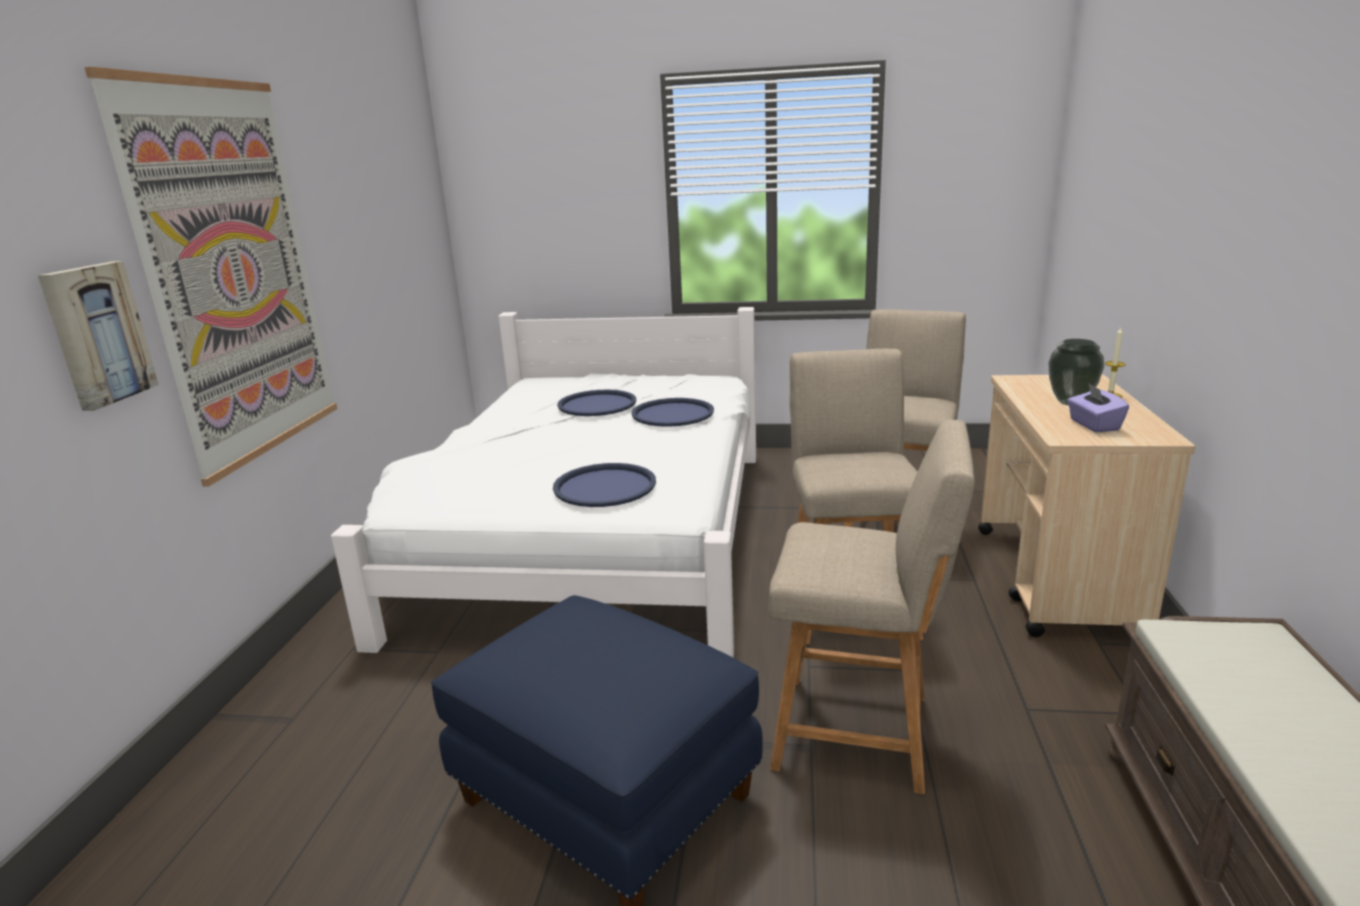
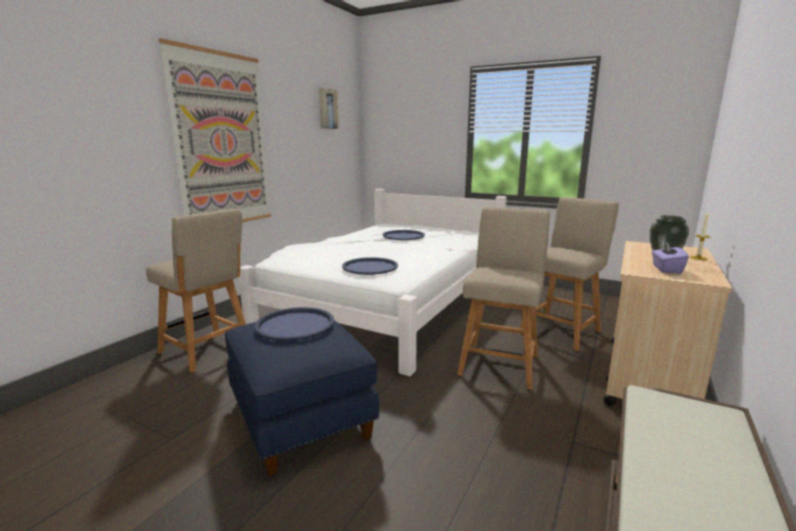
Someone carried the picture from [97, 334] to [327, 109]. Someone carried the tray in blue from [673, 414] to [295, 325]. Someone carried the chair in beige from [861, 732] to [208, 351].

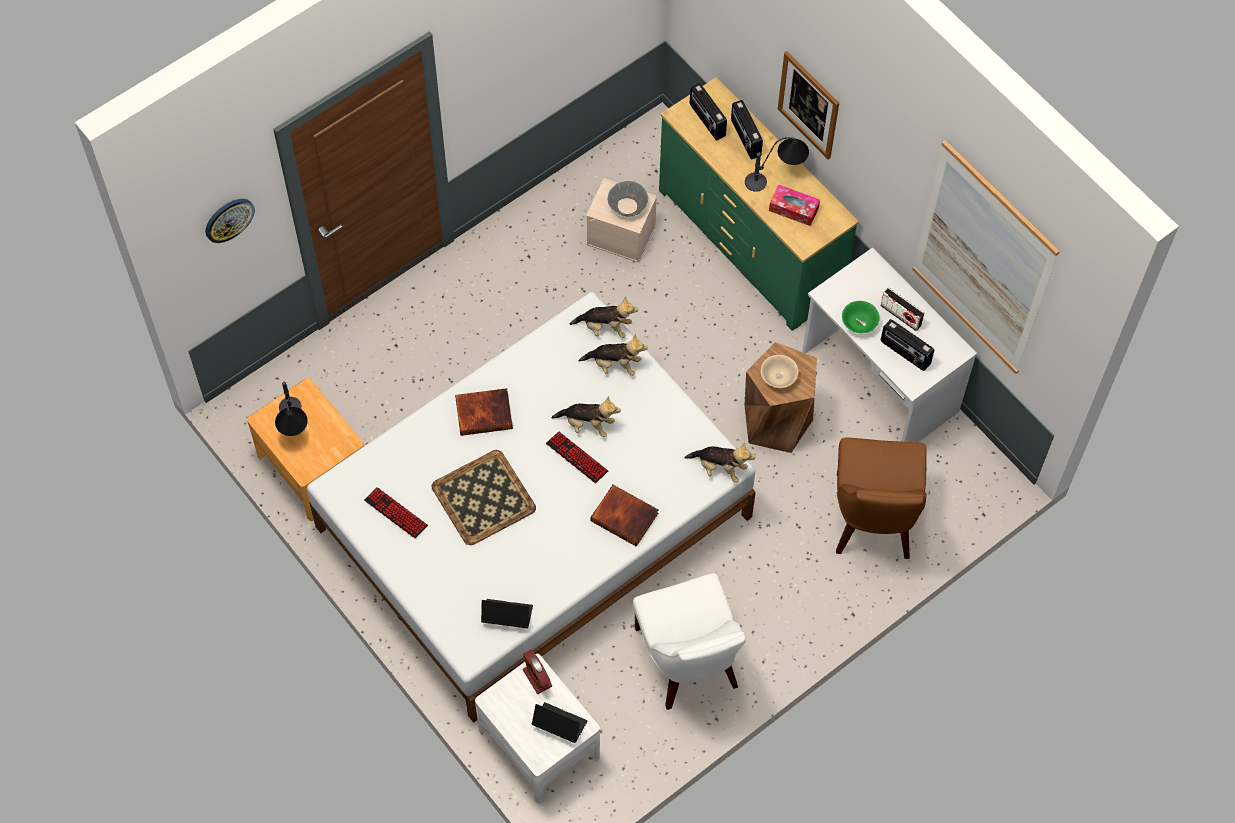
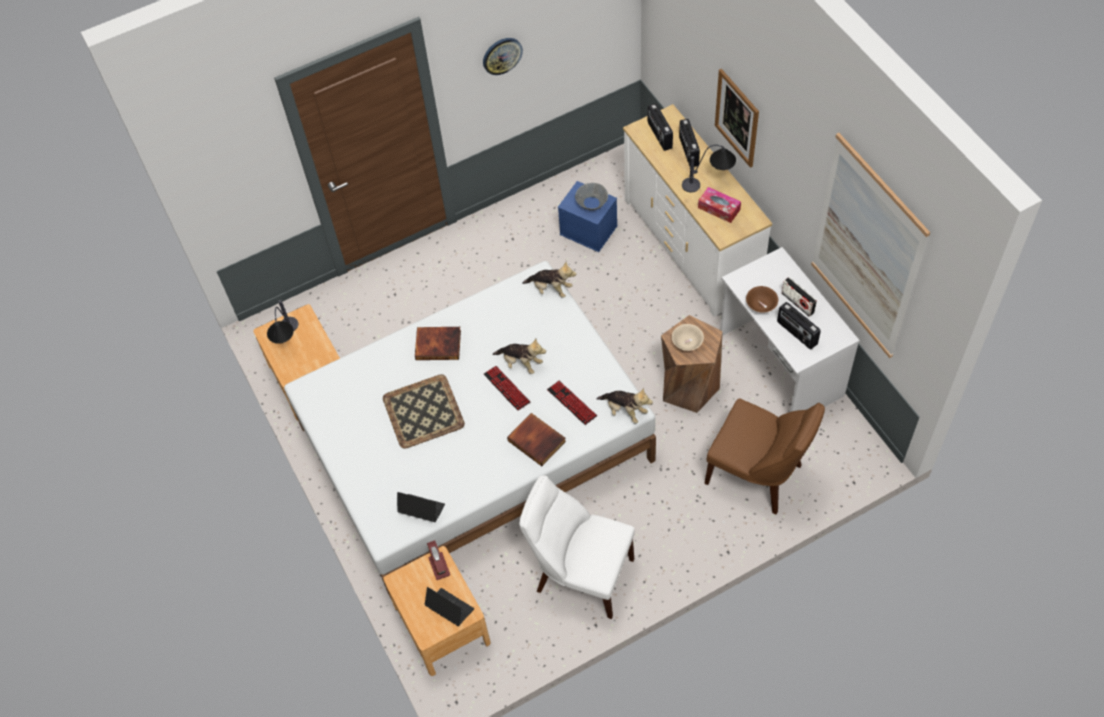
Someone took away the plush toy at [614, 365]. Someone carried the wall clock from [228, 219] to [502, 55]. Someone carried the keyboard from [396, 513] to [572, 403]. Someone repainted the nightstand in white at [539, 742], which became the nightstand in brown at [442, 624]. Someone repainted the storage box in beige at [622, 234], which became the storage box in blue at [589, 230]. Someone repainted the dresser in green at [750, 241], which became the dresser in white at [691, 245]. Someone repainted the bowl in green at [859, 324], which became the bowl in brown at [761, 306]. Someone rotated the chair in white at [688, 662] by 120 degrees clockwise. Someone rotated the chair in brown at [873, 520] by 75 degrees counterclockwise.

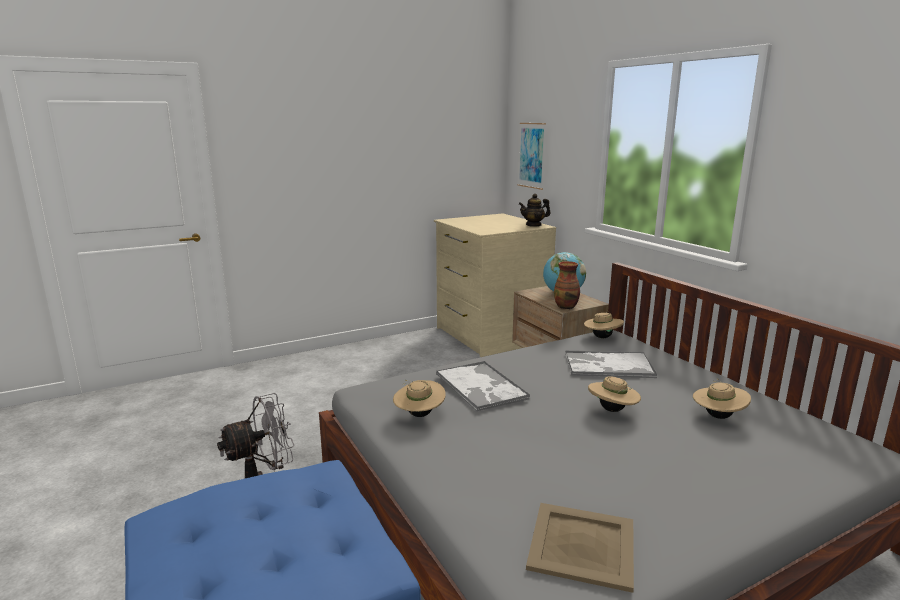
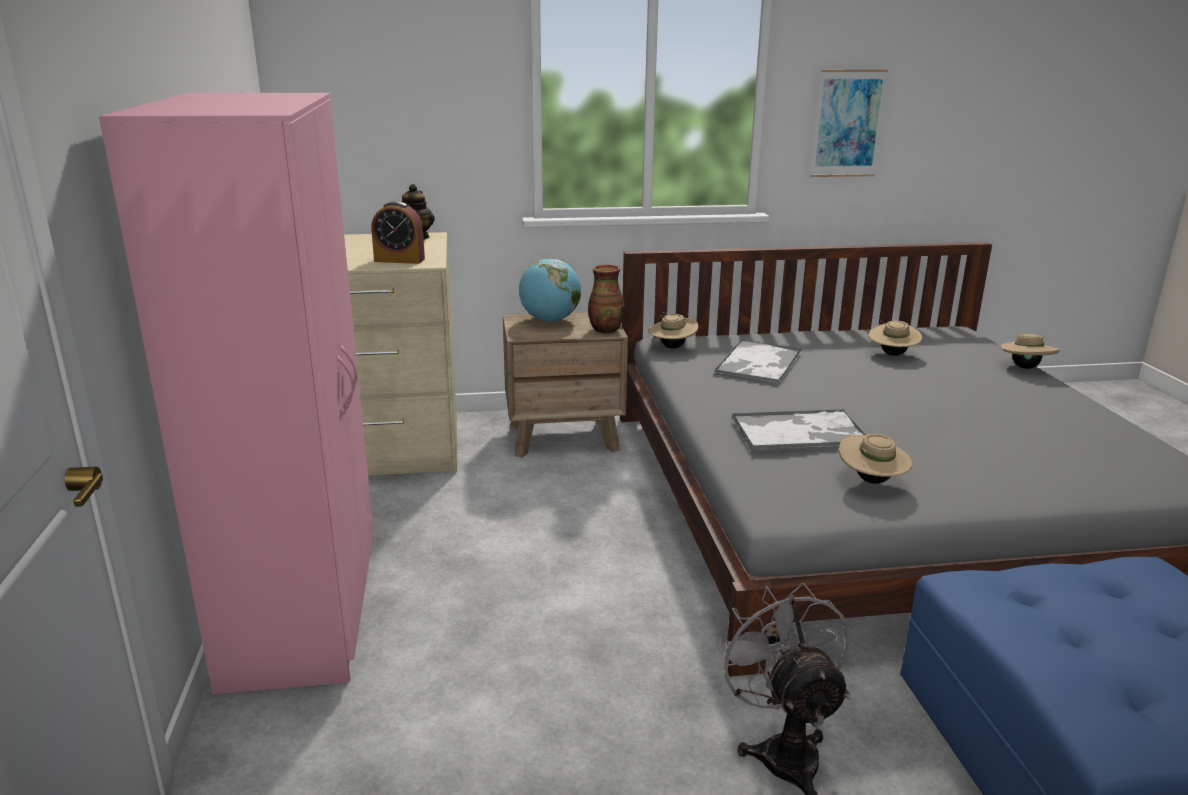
Someone took away the tray in beige at [583, 546]. Someone put down the wardrobe in pink at [305, 612]. Someone put down the alarm clock at [399, 260]. Someone carried the picture from [531, 155] to [848, 124]. Someone carried the hat in beige from [612, 410] to [1025, 367].

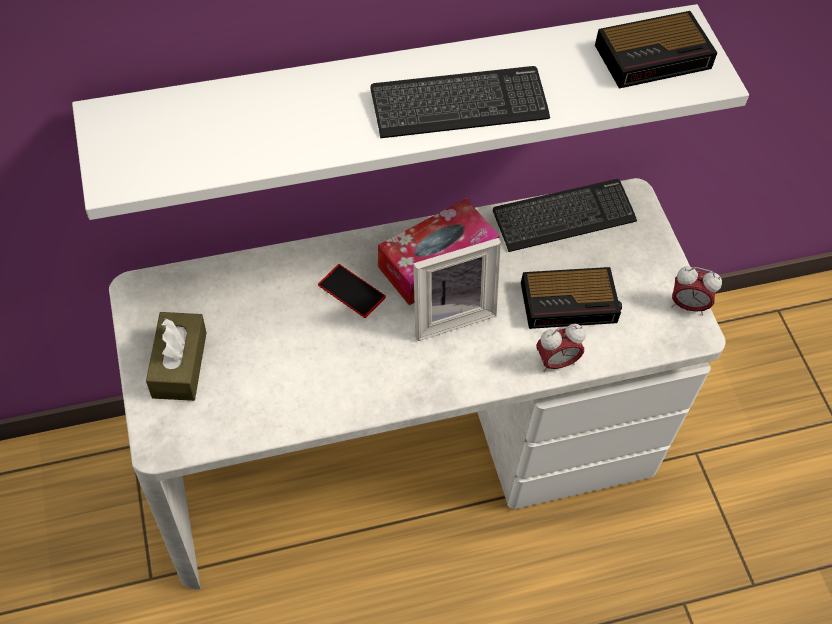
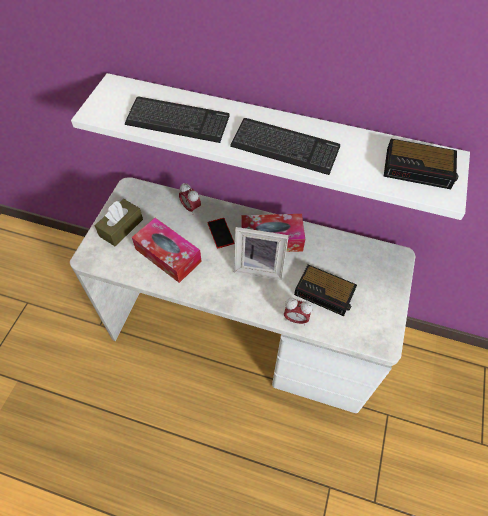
Someone put down the tissue box at [168, 255]. Someone carried the keyboard from [563, 217] to [177, 121]. Someone carried the alarm clock from [687, 305] to [191, 208].

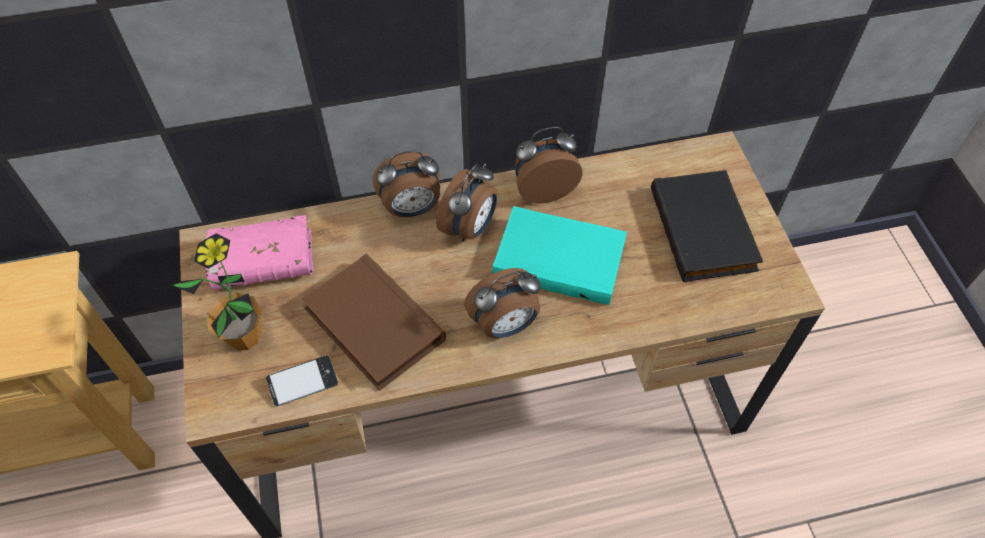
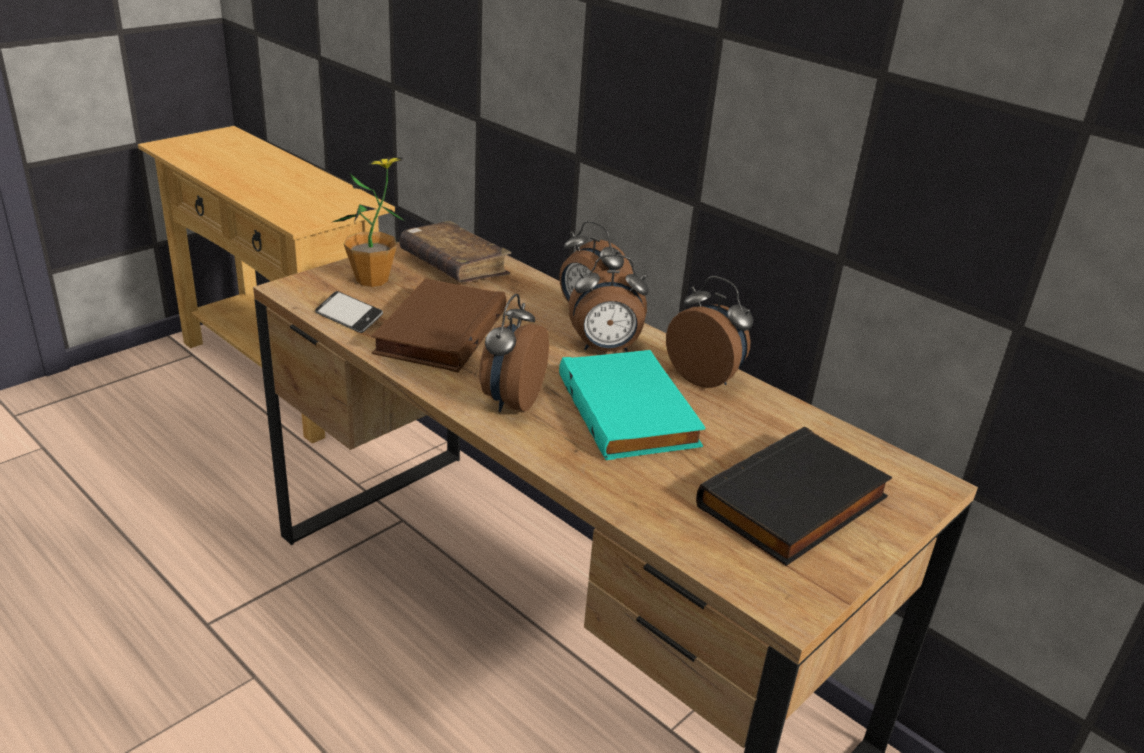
Someone repainted the book in pink at [263, 262], which became the book in brown at [454, 266]. Someone rotated the alarm clock at [505, 325] by 75 degrees clockwise.

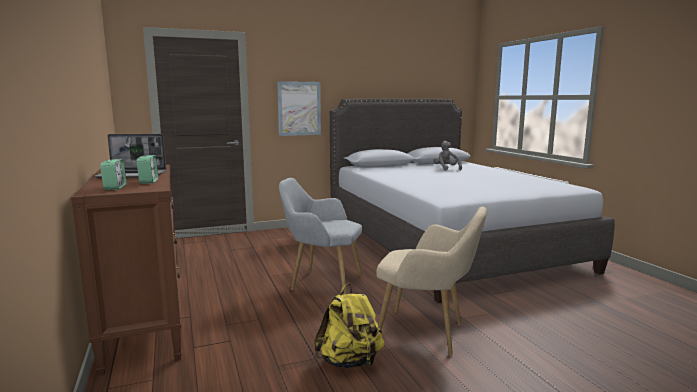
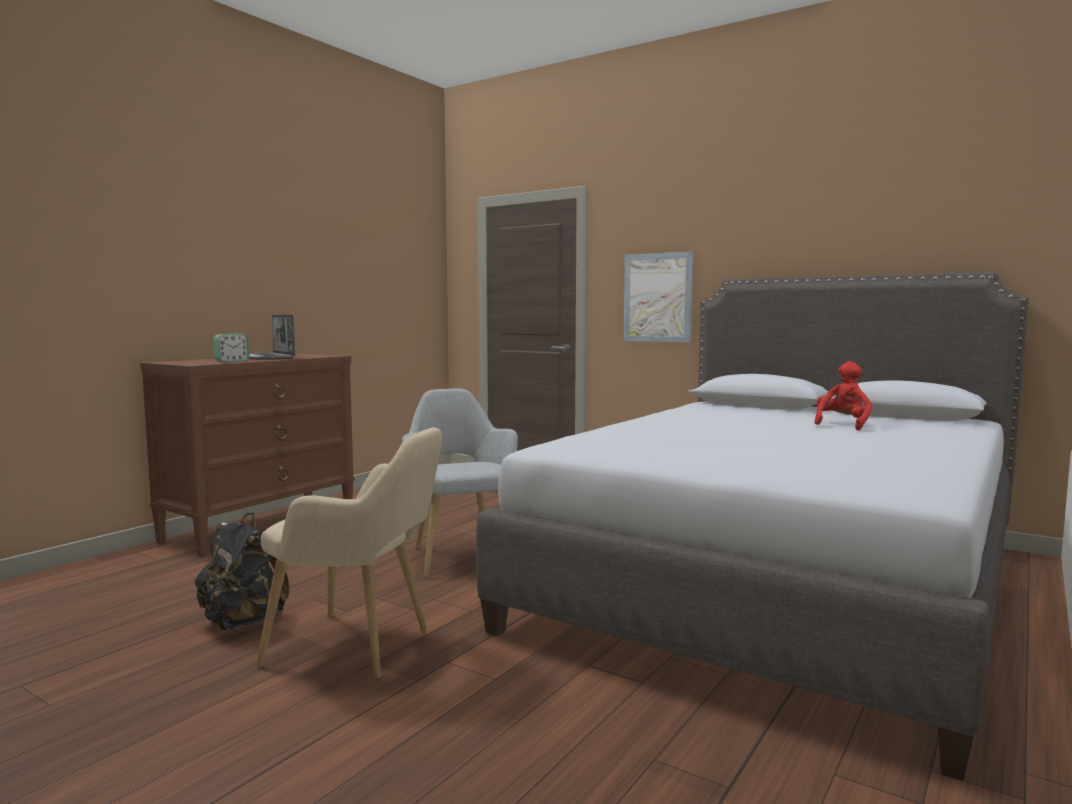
Someone took away the alarm clock at [115, 187]. Someone repainted the backpack in yellow at [349, 362], which became the backpack in black at [242, 623]. Someone repainted the plush toy in grey at [446, 169], which became the plush toy in red at [842, 425]. Someone rotated the armchair in beige at [426, 335] by 60 degrees counterclockwise.

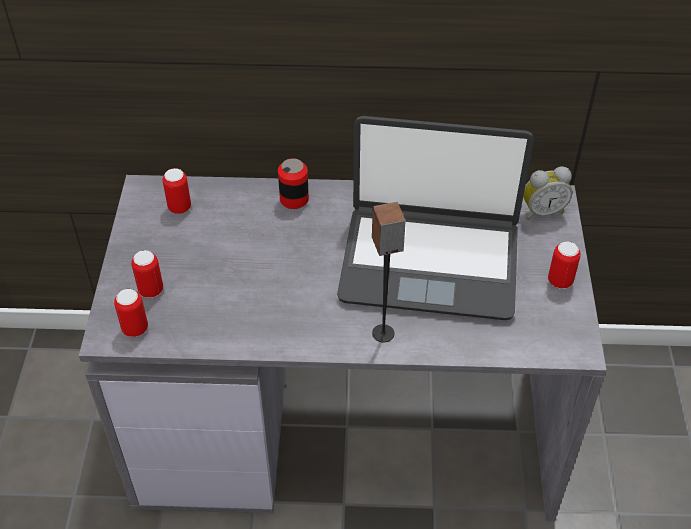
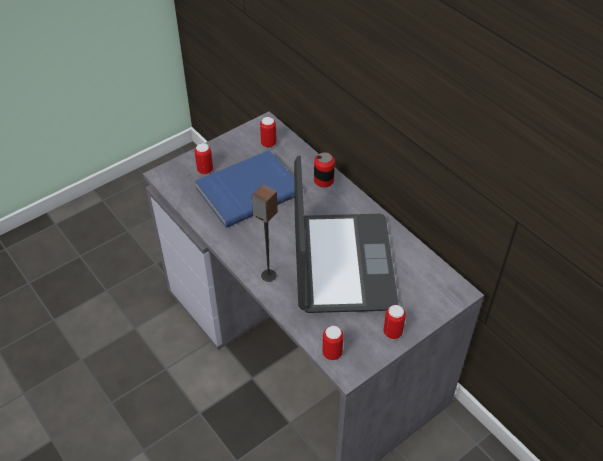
Someone took away the alarm clock at [542, 211]. Someone put down the book in blue at [248, 190]. Someone carried the can from [135, 329] to [332, 353]. Someone rotated the laptop at [430, 261] by 150 degrees counterclockwise.

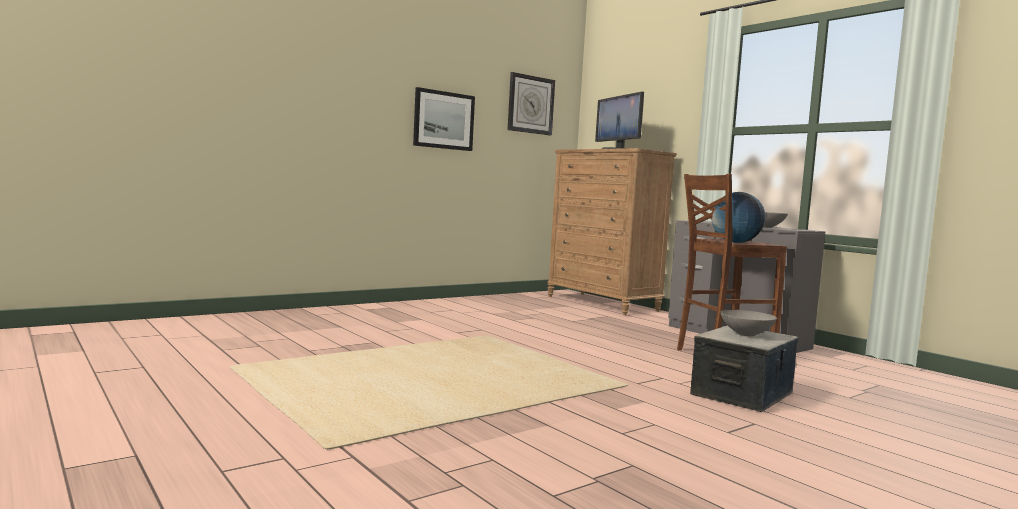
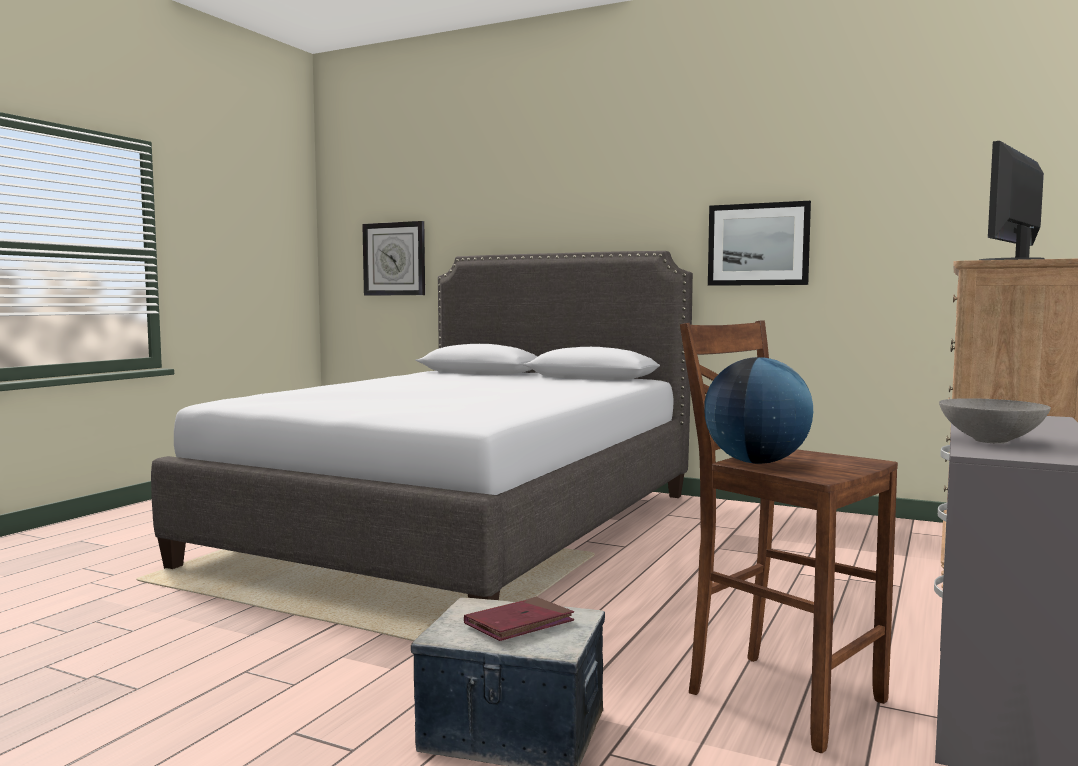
Someone put down the bed in grey at [462, 526]. Someone carried the wall clock from [530, 104] to [394, 259]. Someone swapped the bowl in grey at [747, 334] for the book in red at [519, 624].

